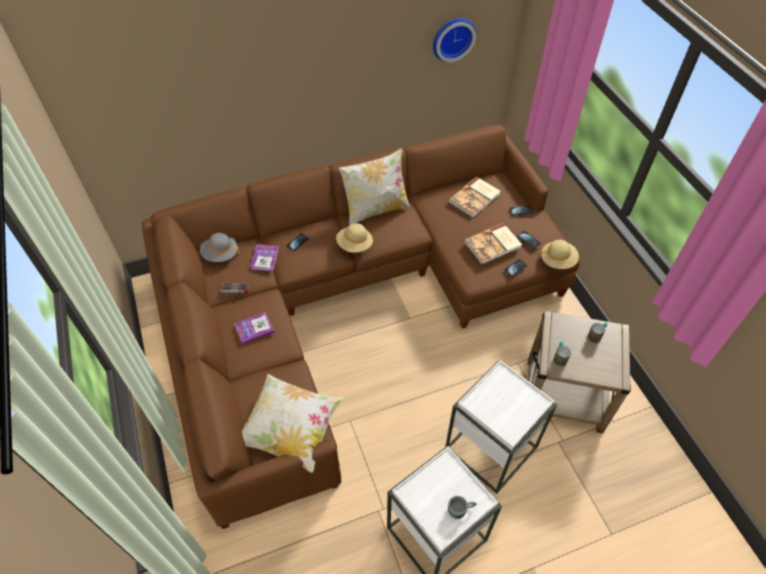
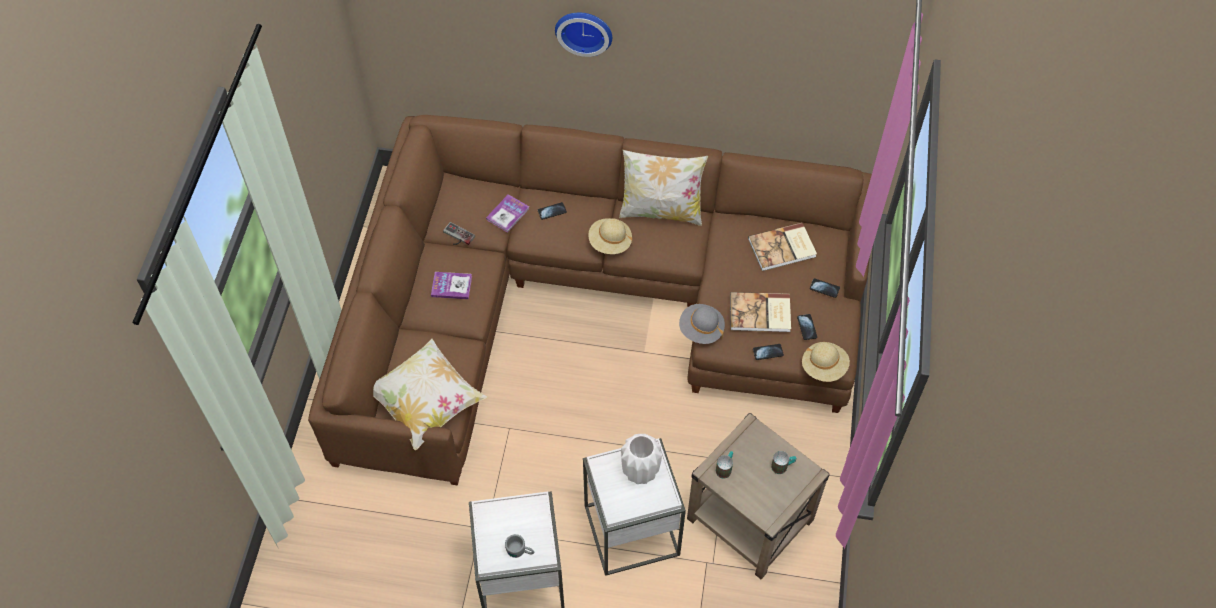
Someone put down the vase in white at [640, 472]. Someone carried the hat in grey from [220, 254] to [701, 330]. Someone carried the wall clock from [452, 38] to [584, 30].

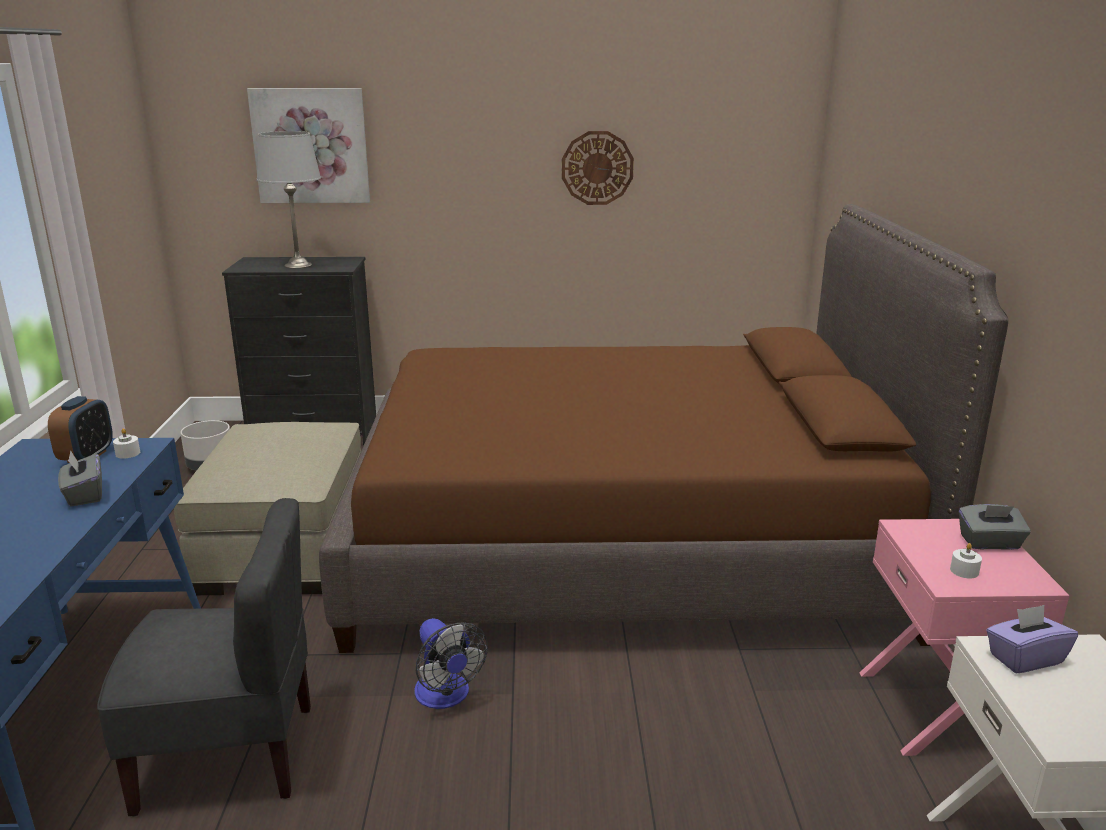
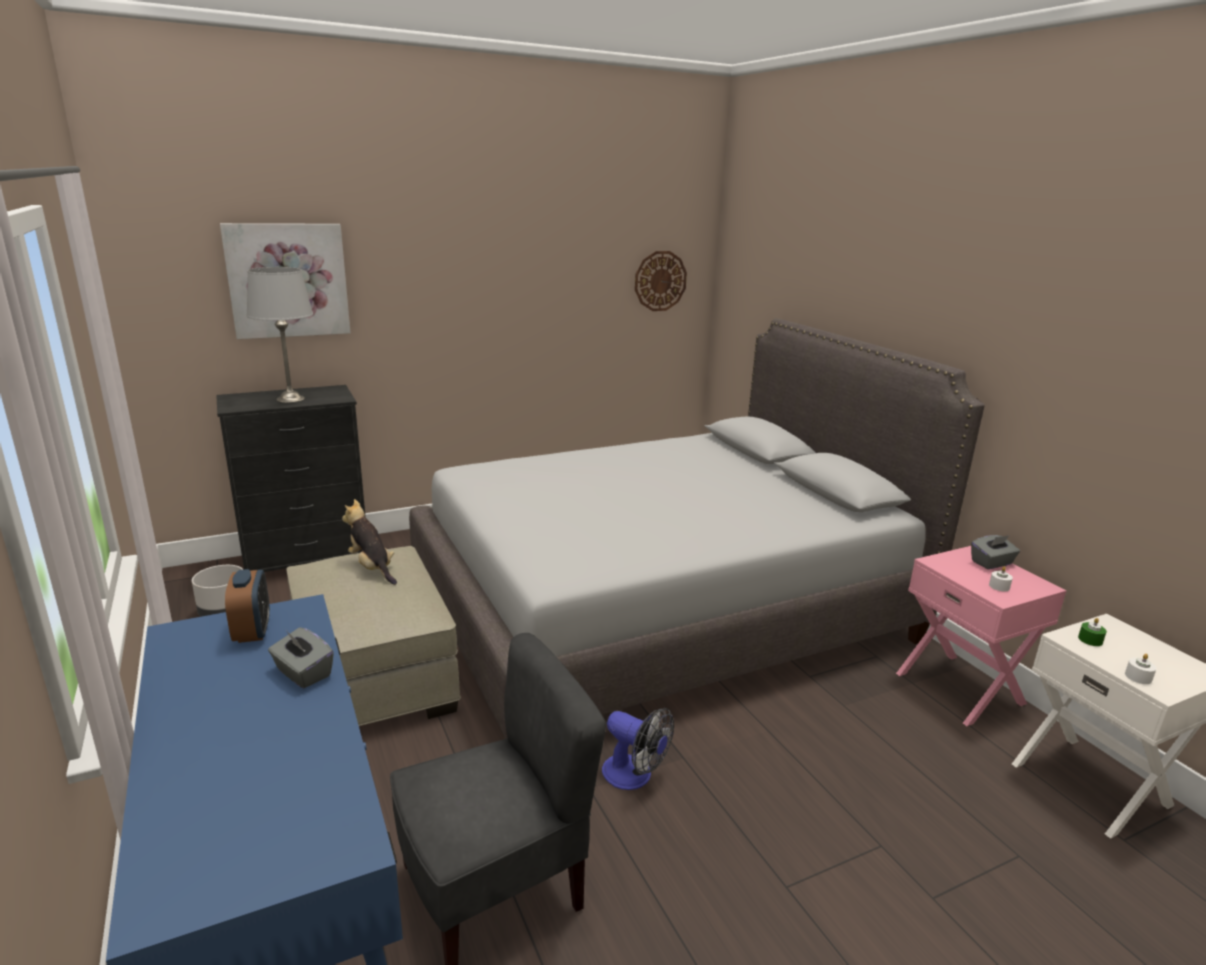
Someone put down the plush toy at [372, 568]. Someone carried the candle in white from [128, 453] to [1138, 677]. Someone carried the wall clock from [597, 168] to [660, 281]. Someone swapped the tissue box in purple at [1025, 658] for the candle in green at [1090, 640]. Someone repainted the bed in brown at [622, 543], which became the bed in grey at [661, 610].

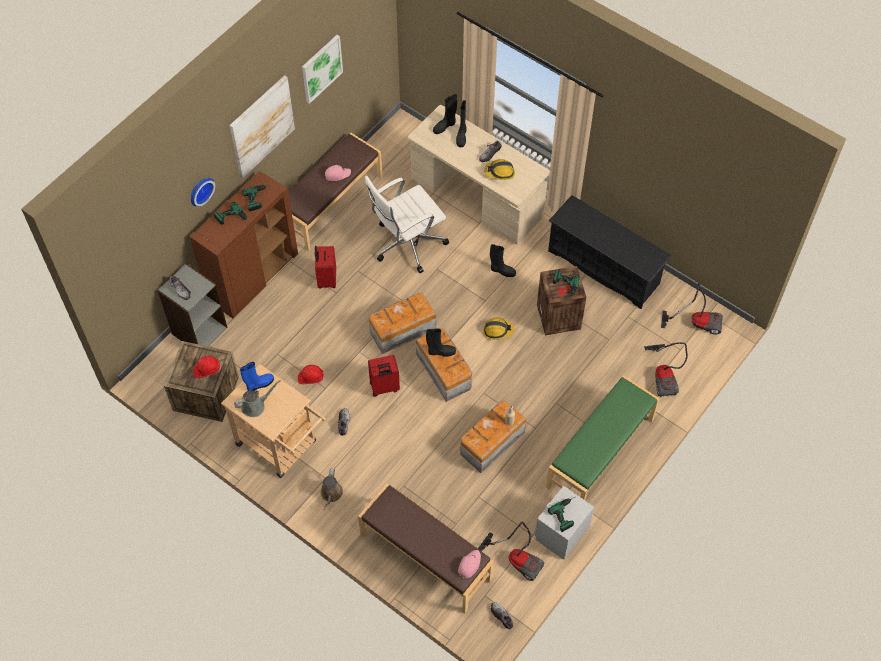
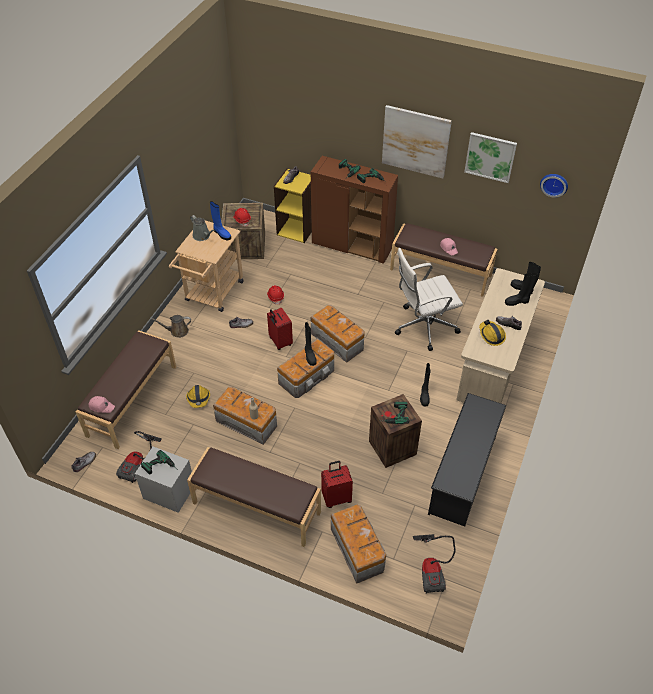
Someone carried the wall clock from [200, 190] to [554, 184]. Someone carried the suitcase in red from [326, 279] to [336, 497]. Someone carried the hard hat from [497, 330] to [198, 398]. Someone swapped the vacuum cleaner at [664, 376] for the storage box at [357, 549]. Someone repainted the bookcase in grey at [199, 330], which became the bookcase in yellow at [296, 229]. Someone repainted the bench in green at [600, 453], which became the bench in brown at [256, 508]. Someone rotated the office chair in white at [407, 244] by 60 degrees counterclockwise.

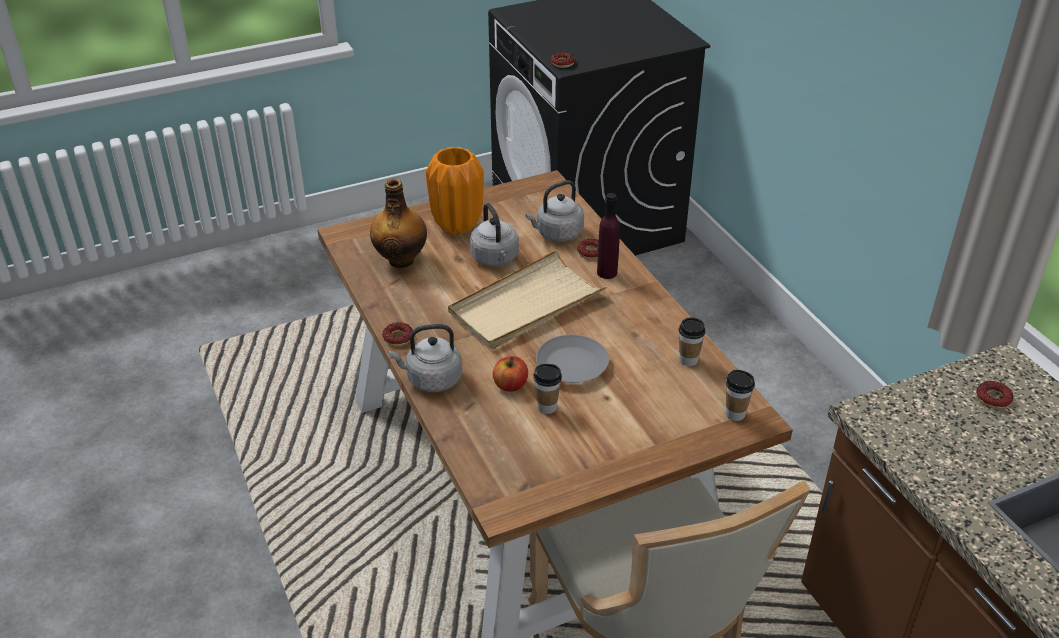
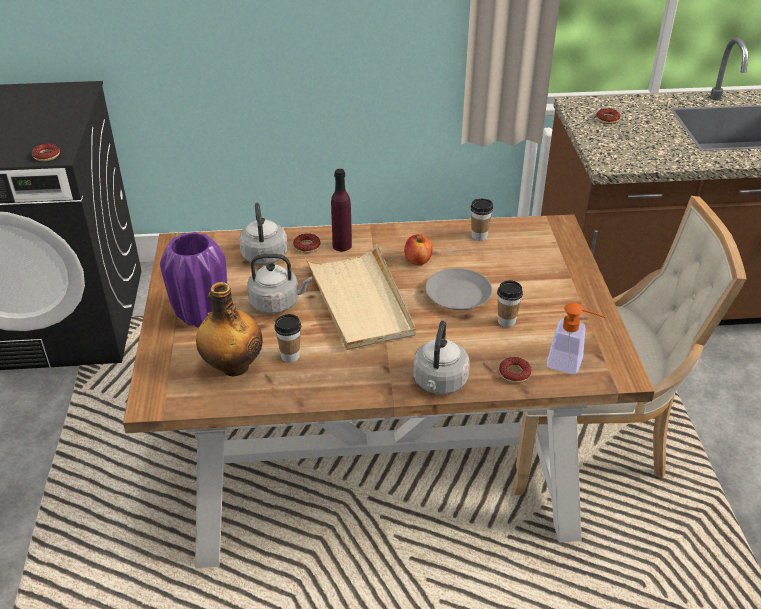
Someone put down the soap dispenser at [571, 364]. Someone carried the donut from [398, 337] to [514, 373]. Someone carried the apple from [510, 385] to [418, 260]. Someone carried the cup from [735, 414] to [290, 356]. Someone repainted the vase in orange at [456, 225], which became the vase in purple at [202, 316].

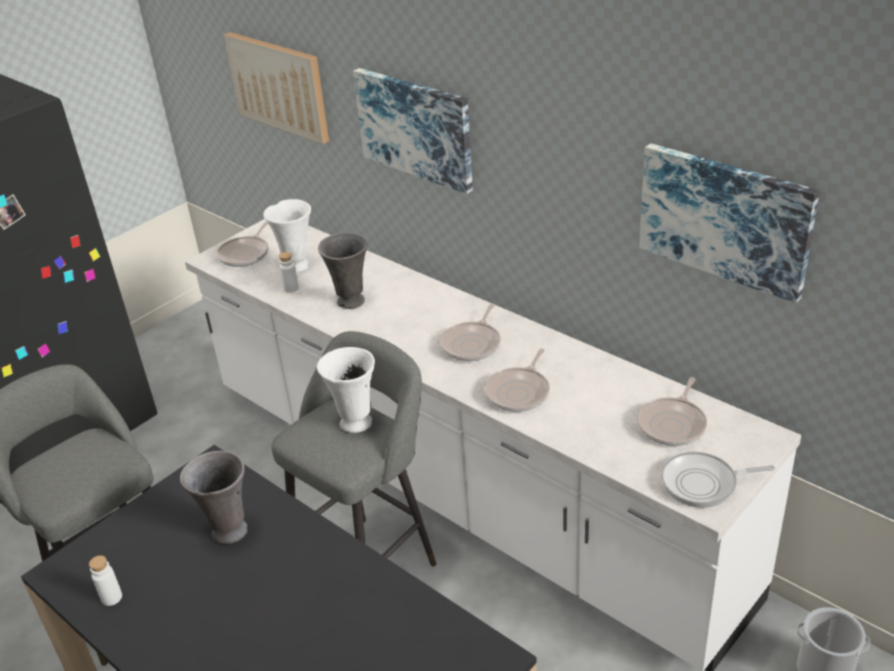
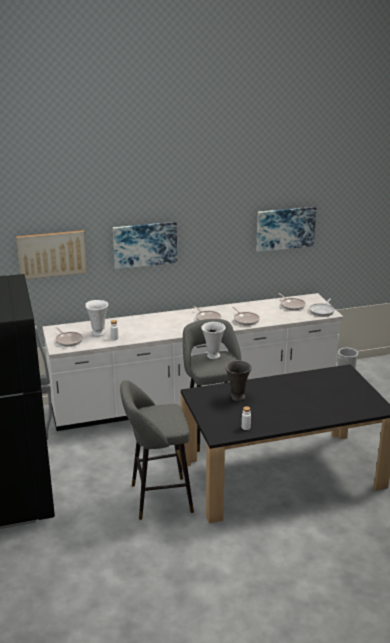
Someone took away the vase in grey at [351, 302].

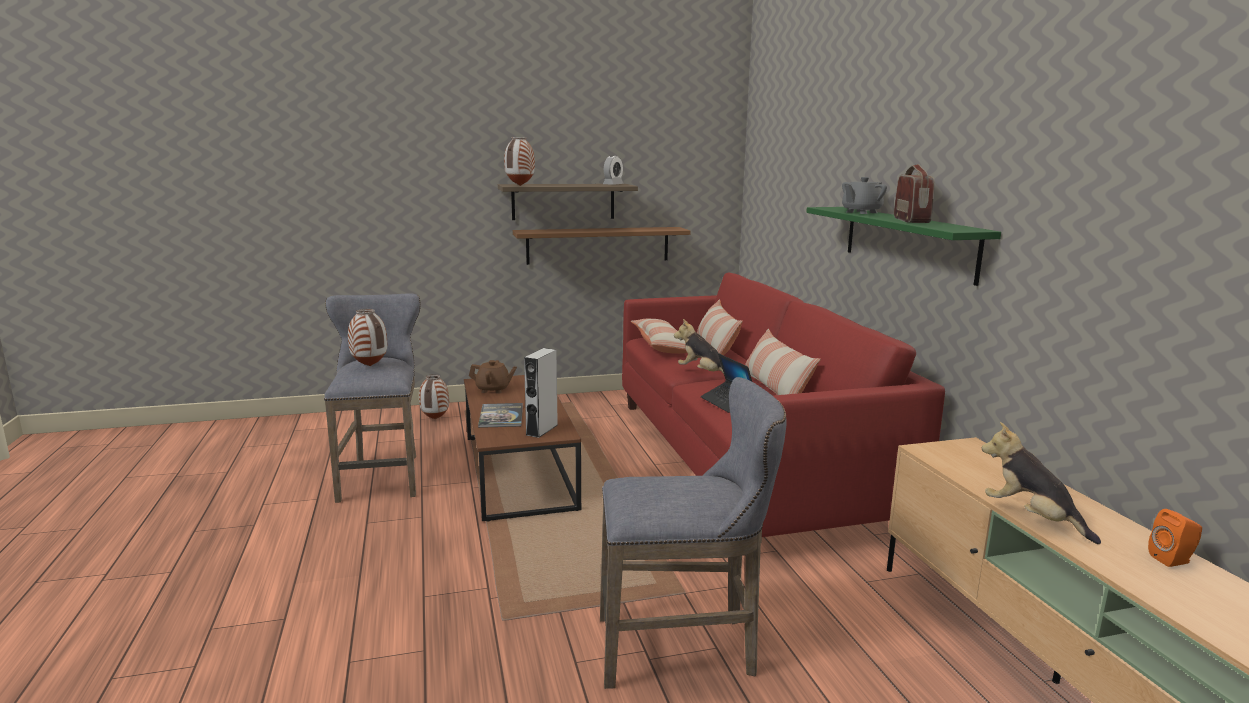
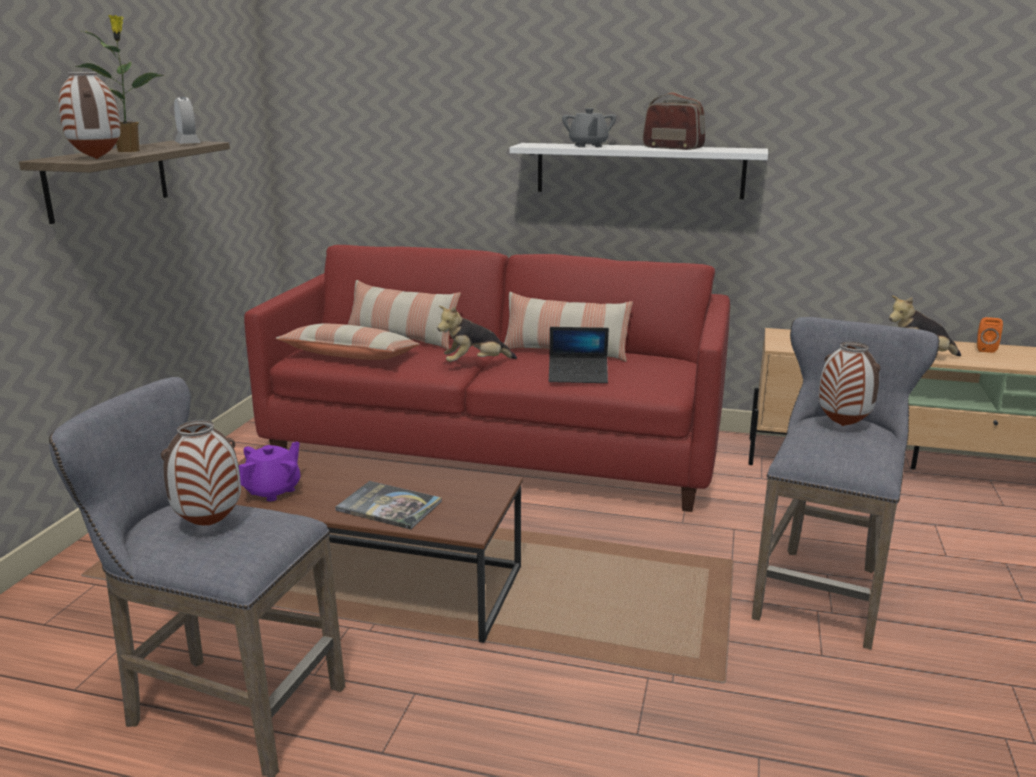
Someone took away the shelf in brown at [598, 245]. Someone took away the speaker in grey at [542, 430]. Someone put down the potted plant at [130, 150]. Someone carried the vase from [435, 419] to [841, 425]. Someone repainted the teapot in brown at [493, 389], which became the teapot in purple at [273, 491]. Someone repainted the shelf in green at [907, 242], which became the shelf in white at [639, 170].

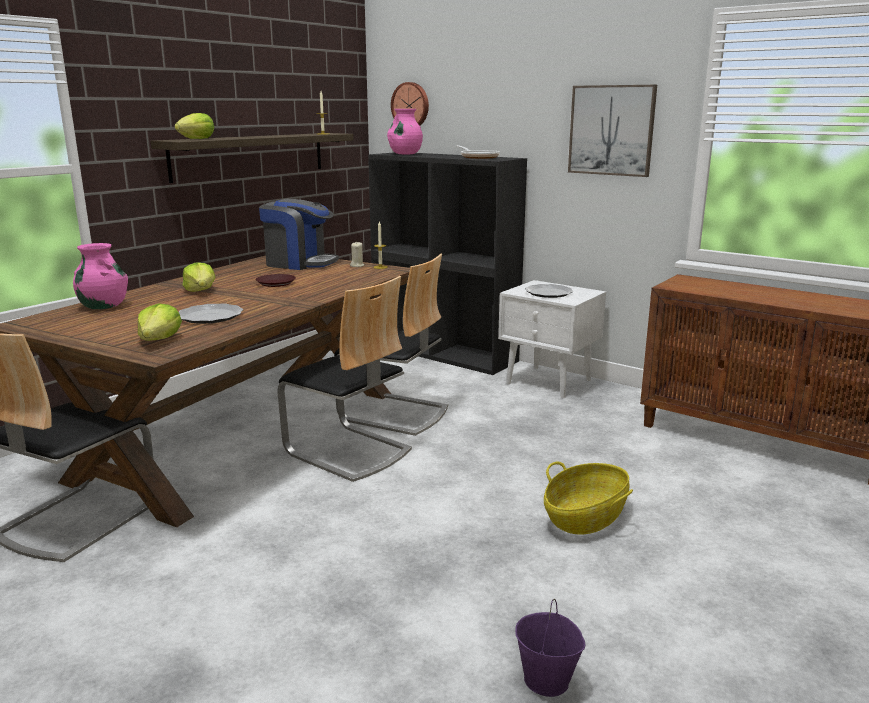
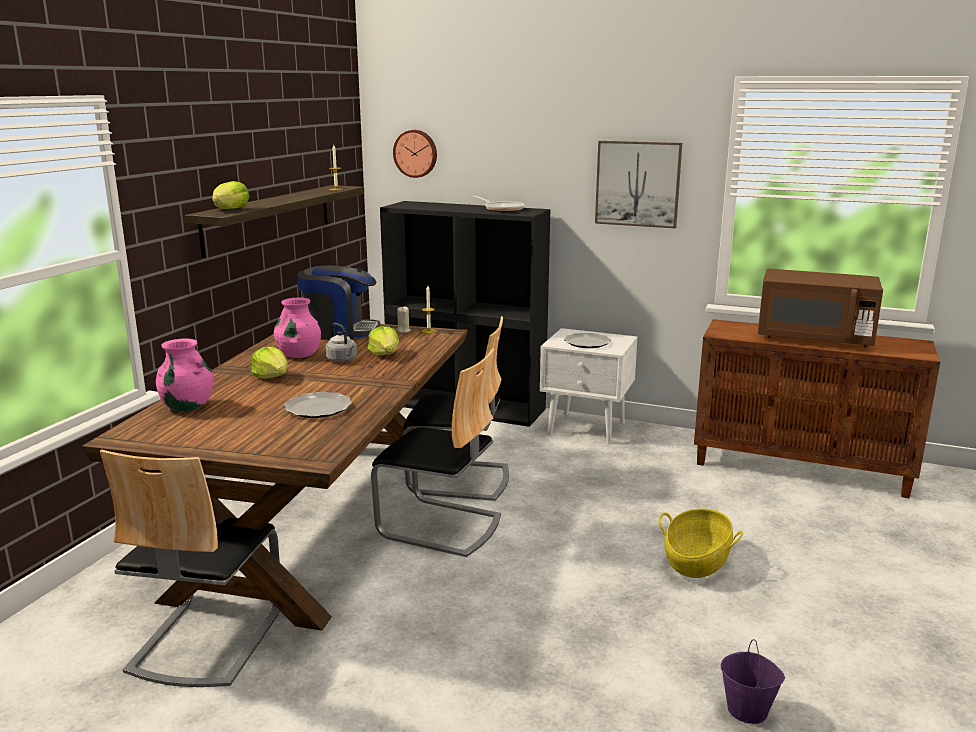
Someone put down the microwave in brown at [814, 338]. Someone carried the lettuce from [159, 340] to [385, 354]. Someone carried the vase in pink from [405, 154] to [299, 355]. Someone swapped the plate in brown at [276, 283] for the kettle in grey at [342, 360].

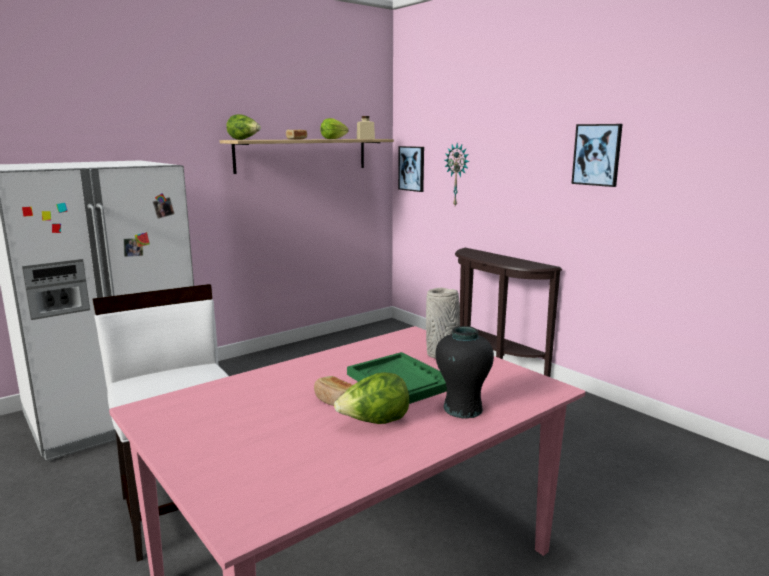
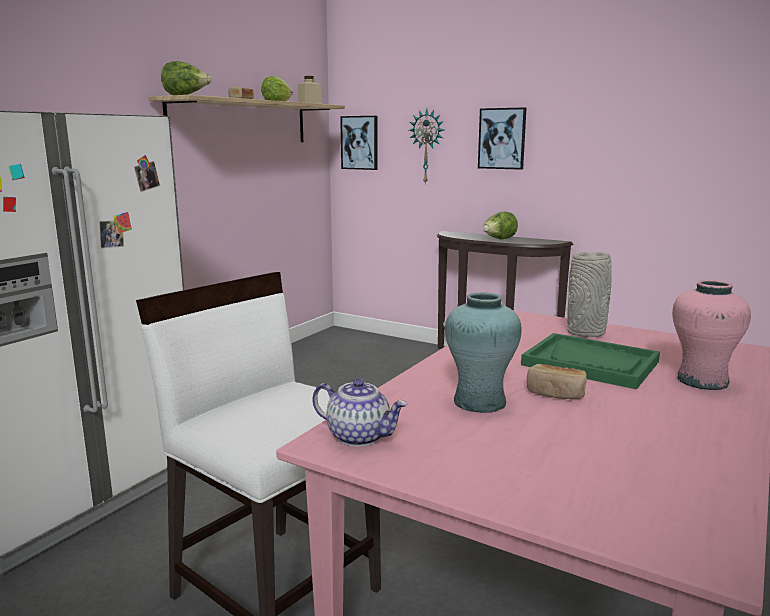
Someone put down the teapot at [359, 436]. Someone put down the vase in turquoise at [479, 402]. Someone carried the lettuce from [374, 423] to [499, 239]. Someone carried the picture from [597, 155] to [502, 138]. Someone repainted the vase in black at [462, 409], which became the vase in pink at [702, 381].

